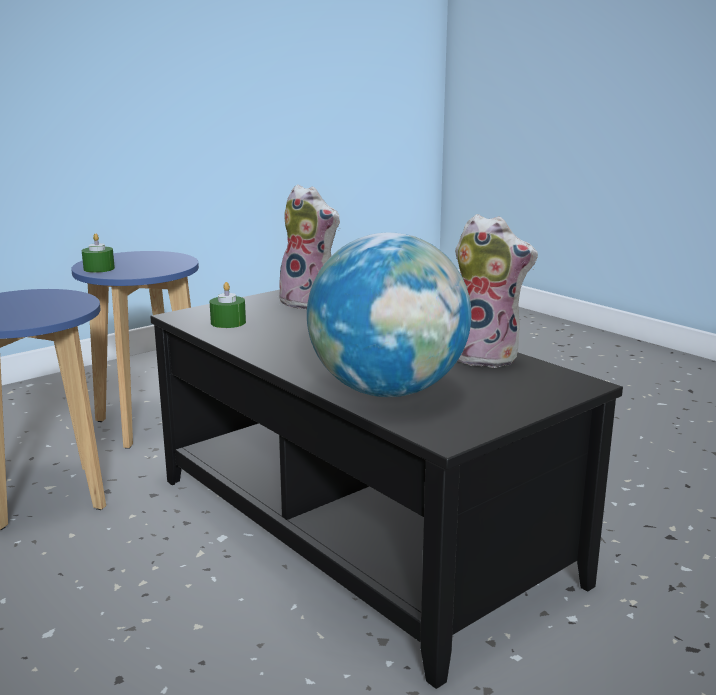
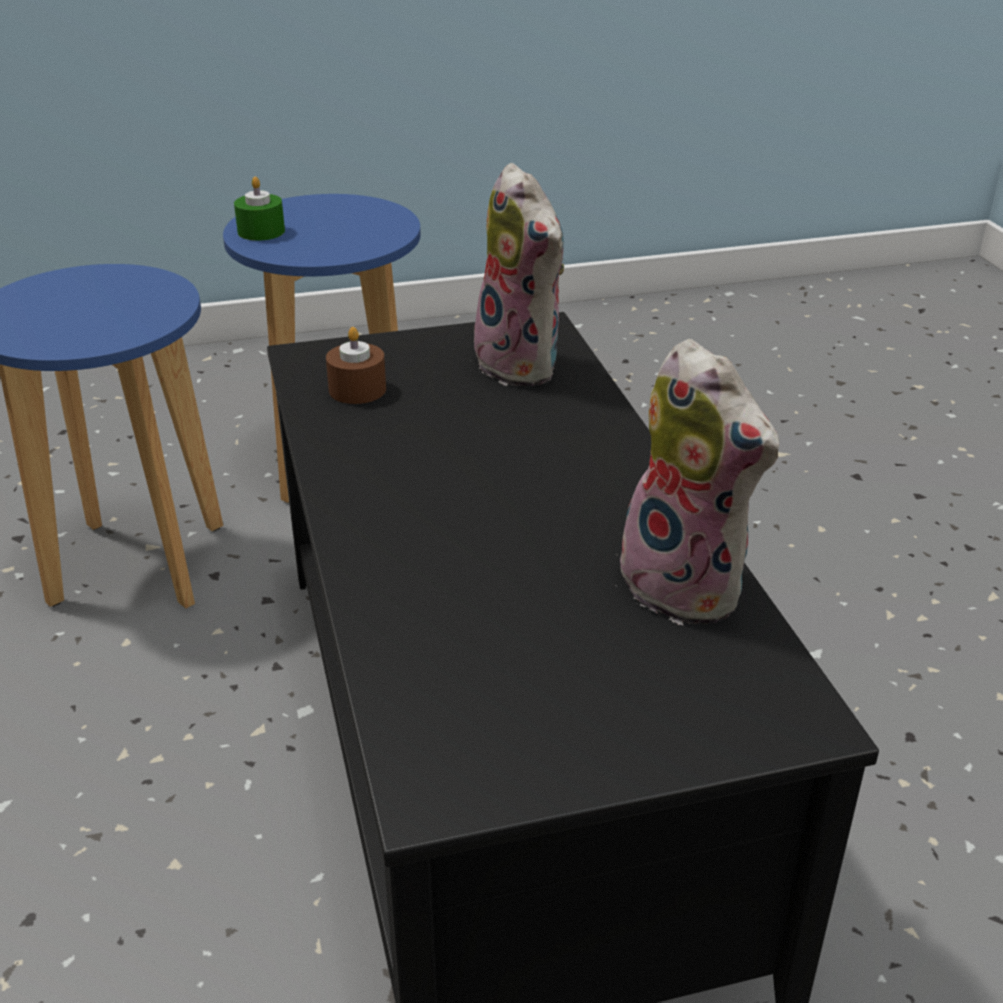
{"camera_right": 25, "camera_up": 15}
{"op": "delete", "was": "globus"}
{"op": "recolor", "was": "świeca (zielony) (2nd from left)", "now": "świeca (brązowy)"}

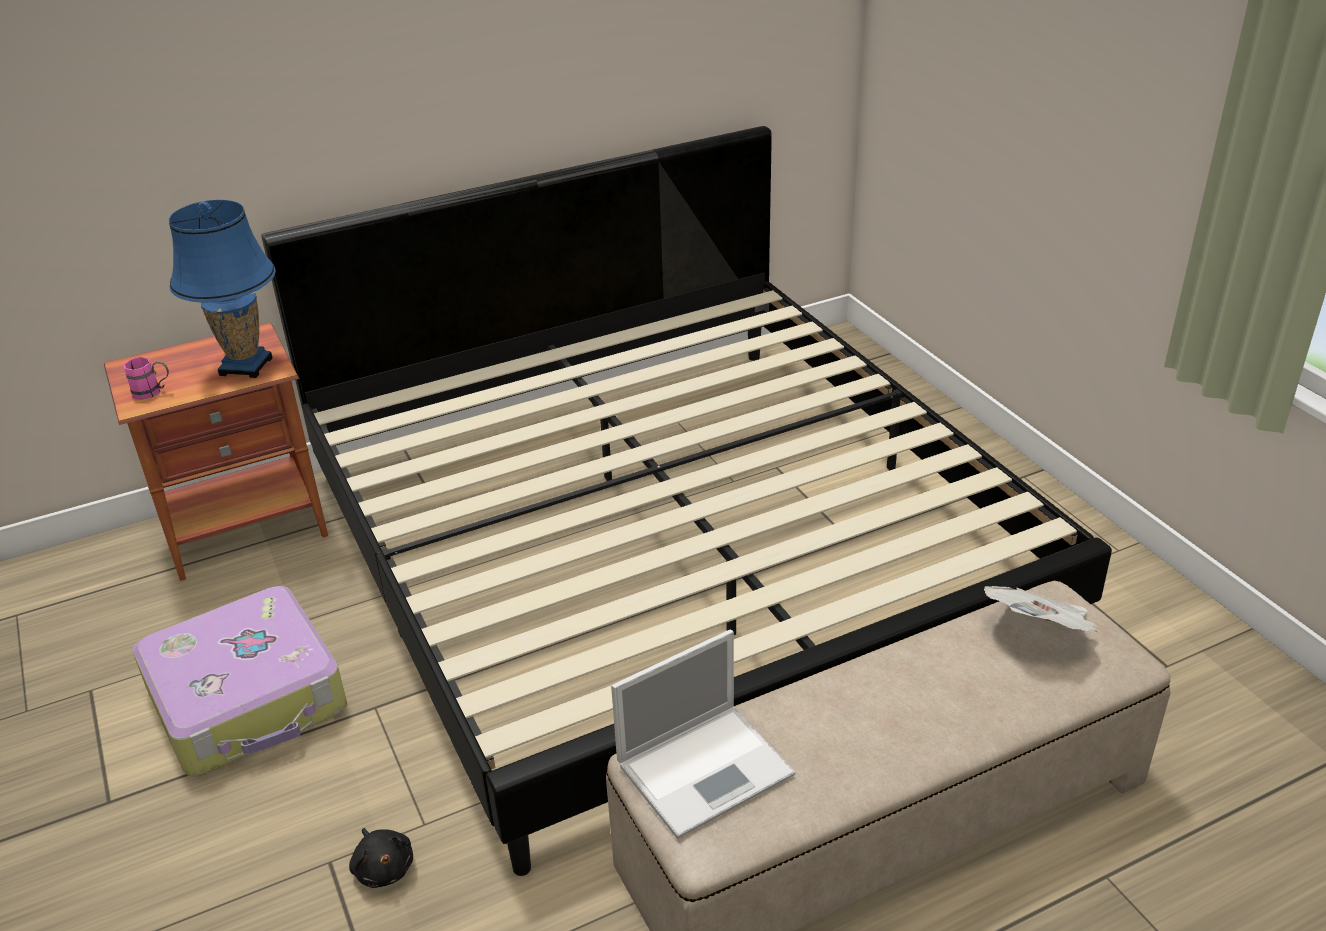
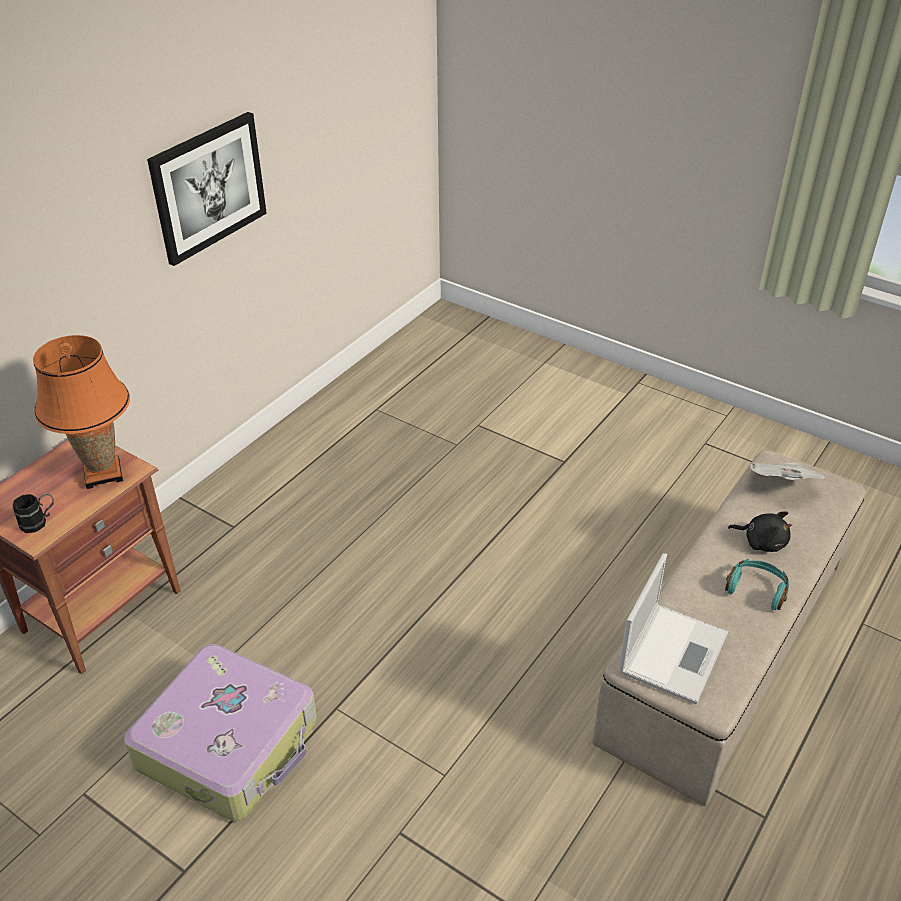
{"camera_right": -30, "camera_up": 5}
{"op": "delete", "was": "łóżko"}
{"op": "insert", "now": "obraz"}
{"op": "insert", "now": "słuchawki (turkusowy)"}
{"op": "move", "was": "pluszak (czarny)"}
{"op": "recolor", "was": "kubek (różowy)", "now": "kubek (czarny)"}
{"op": "recolor", "was": "lampa stołowa (niebieski)", "now": "lampa stołowa (pomarańczowy)"}

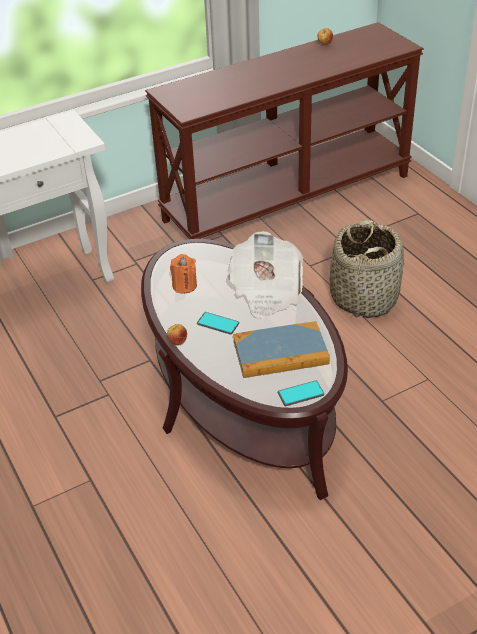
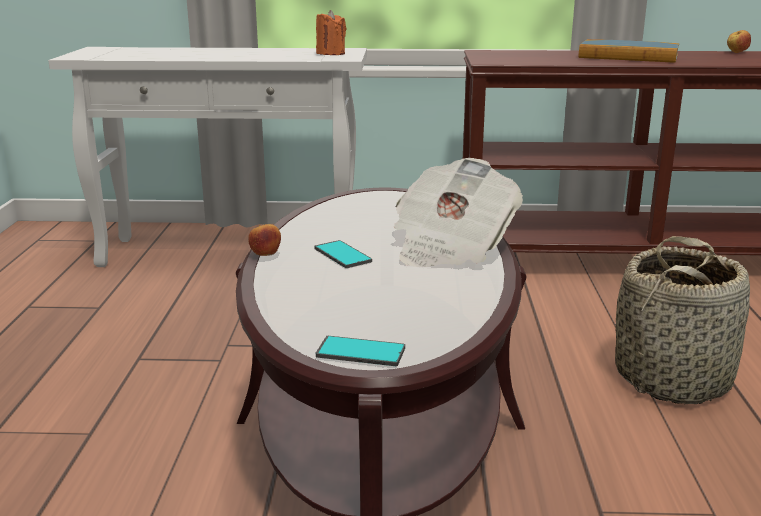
{"camera_right": 30, "camera_up": -20}
{"op": "move", "was": "świeca (pomarańczowy)"}
{"op": "move", "was": "książka"}

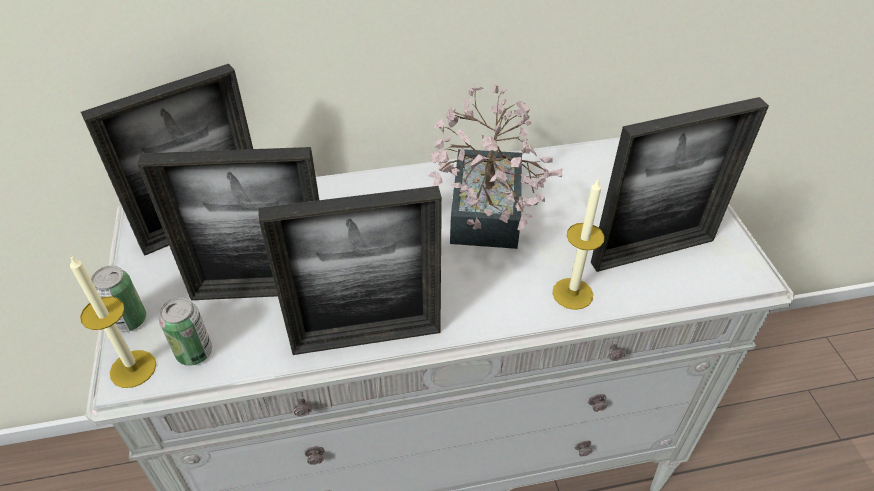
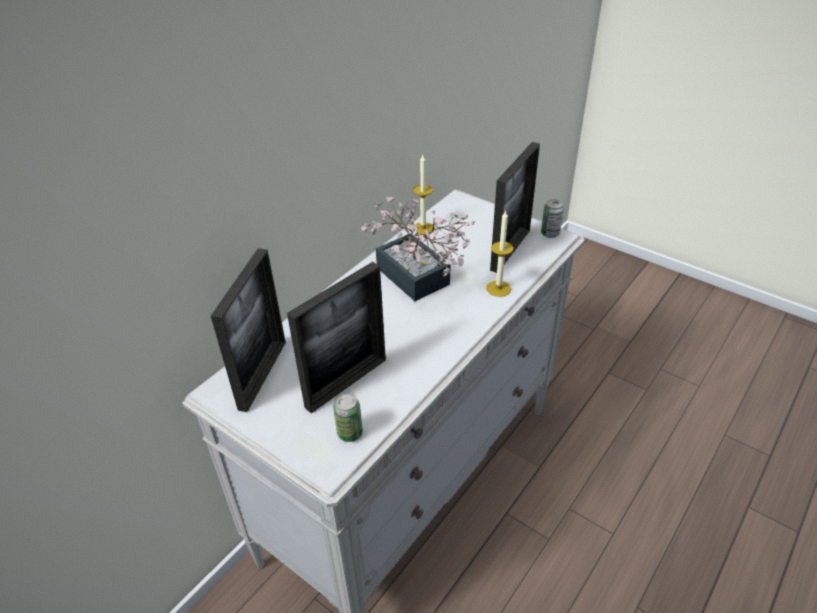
{"camera_right": -40, "camera_up": -5}
{"op": "delete", "was": "ramka na zdjęcie (3rd from left)"}
{"op": "move", "was": "świeca (1st from left)"}
{"op": "move", "was": "puszka (1st from left in the first image)", "now": "puszka (2nd from left)"}

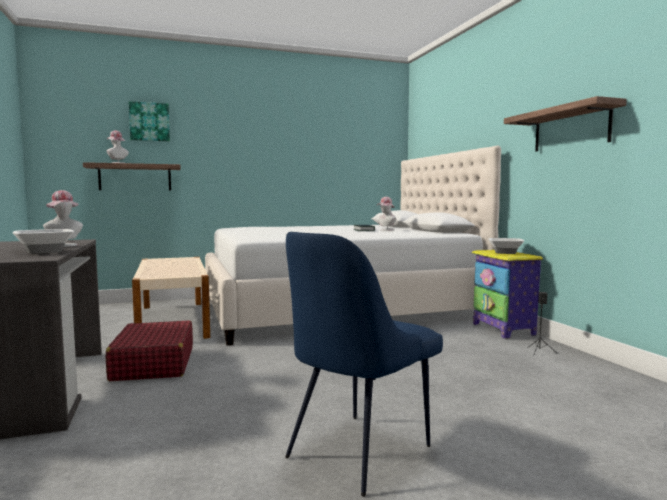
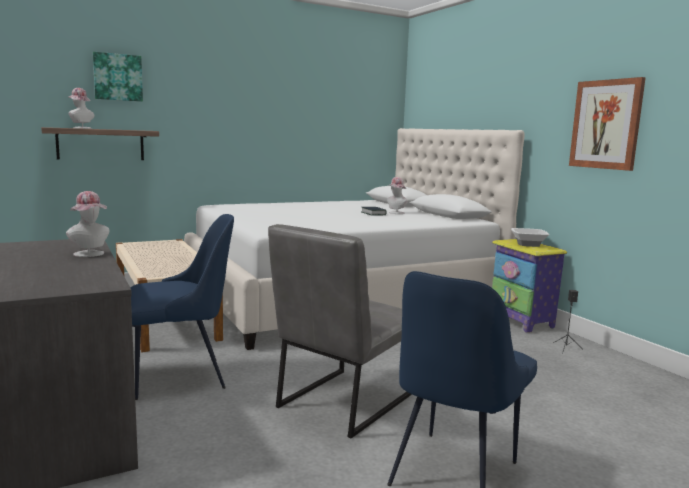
{"camera_right": -10, "camera_up": 5}
{"op": "delete", "was": "miska (1st from left)"}
{"op": "insert", "now": "krzesło (szary)"}
{"op": "replace", "was": "walizka (czerwony)", "now": "krzesło (niebieski) (1st from left)"}
{"op": "replace", "was": "półka (2nd from left)", "now": "obraz (2nd from left)"}

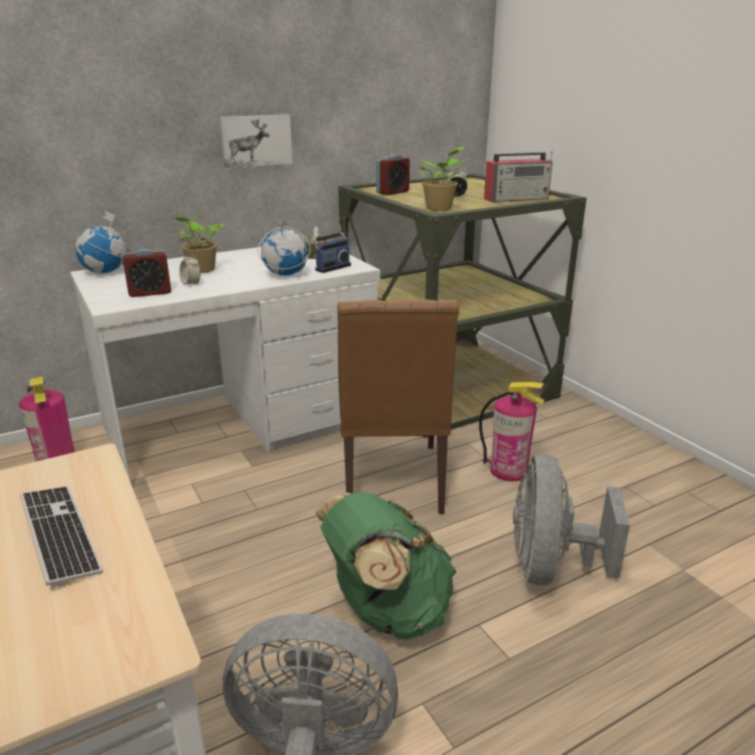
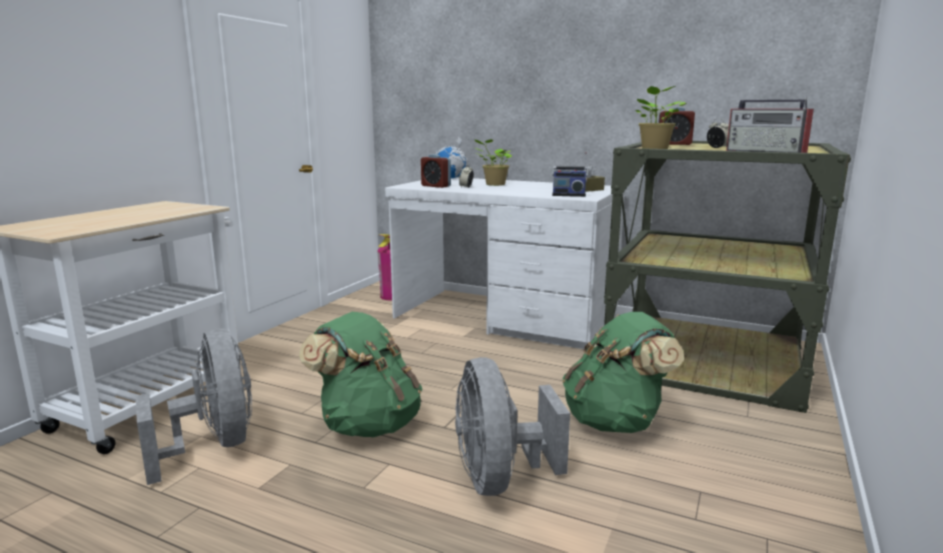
{"camera_right": 55, "camera_up": -10}
{"op": "delete", "was": "klawiatura"}
{"op": "delete", "was": "obraz"}
{"op": "delete", "was": "globus (2nd from left)"}
{"op": "delete", "was": "krzesło (brązowy)"}
{"op": "replace", "was": "gaśnica (2nd from left)", "now": "plecak (zielony) (2nd from left)"}
{"op": "rotate", "was": "wentylator (szary) (2nd from left)", "clockwise": -75}

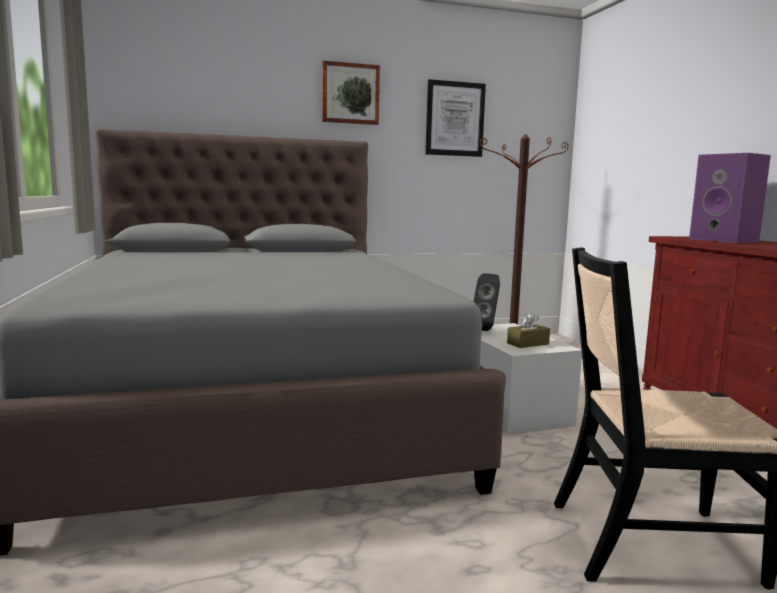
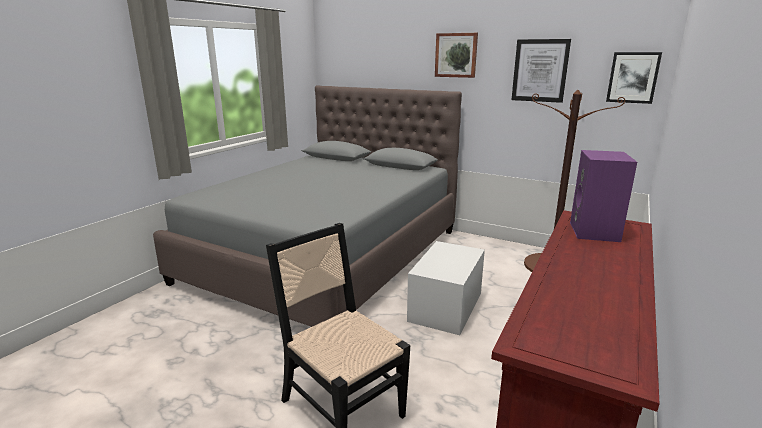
{"camera_right": 45, "camera_up": 10}
{"op": "delete", "was": "głośnik (czarny)"}
{"op": "delete", "was": "pudełko chusteczek (brązowy)"}
{"op": "insert", "now": "obraz (3rd from left)"}

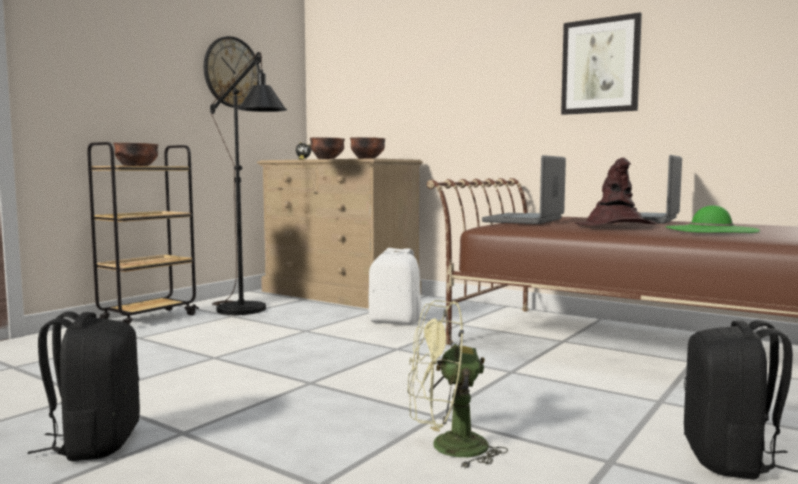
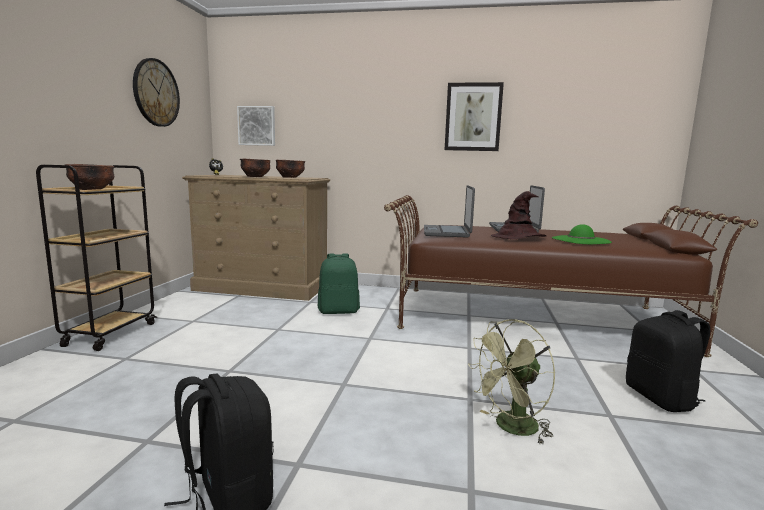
{"camera_right": -25, "camera_up": 5}
{"op": "delete", "was": "lampa stojąca (czarny)"}
{"op": "insert", "now": "obraz (1st from left)"}
{"op": "recolor", "was": "plecak (biały)", "now": "plecak (zielony)"}

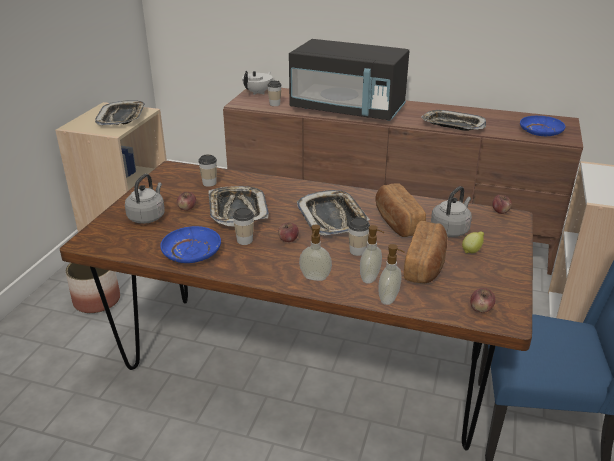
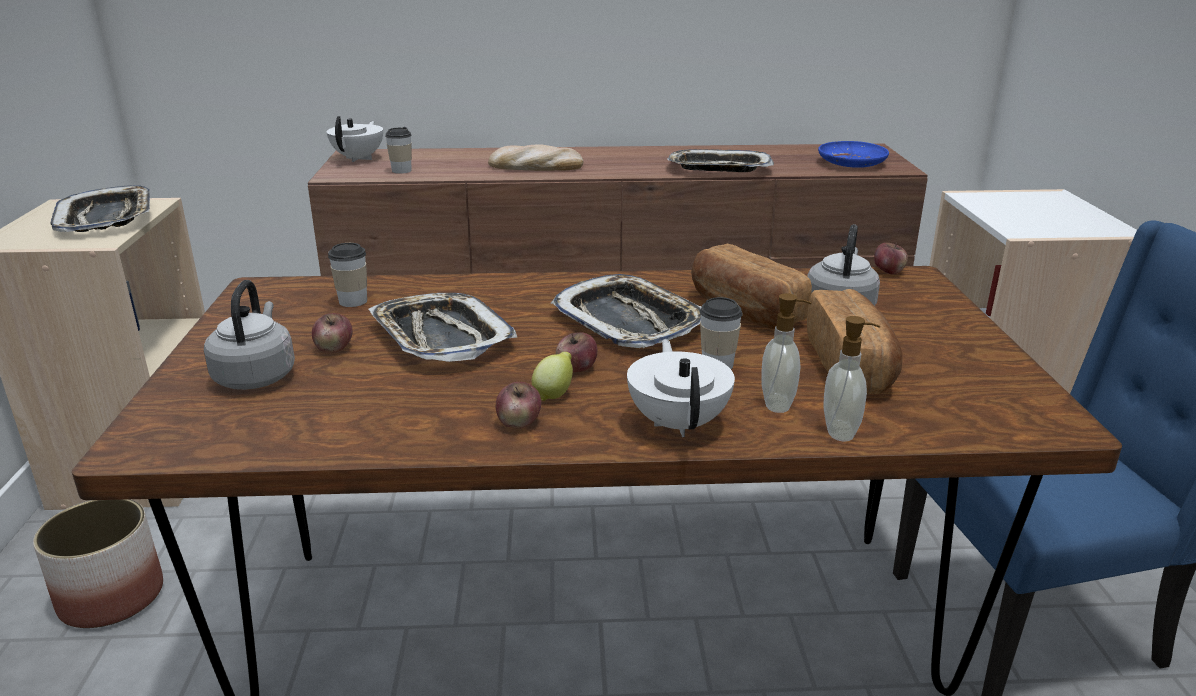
{"camera_right": -20, "camera_up": -5}
{"op": "delete", "was": "talerz (niebieski) (1st from left)"}
{"op": "delete", "was": "filiżanka (2nd from left)"}
{"op": "move", "was": "cytryna"}
{"op": "move", "was": "jabłko (3rd from left in the first image)", "now": "jabłko (2nd from left)"}
{"op": "replace", "was": "mikrofalówka (czarny)", "now": "chleb (1st from left)"}
{"op": "replace", "was": "dozownik mydła (1st from left)", "now": "imbryk (biały) (2nd from left)"}

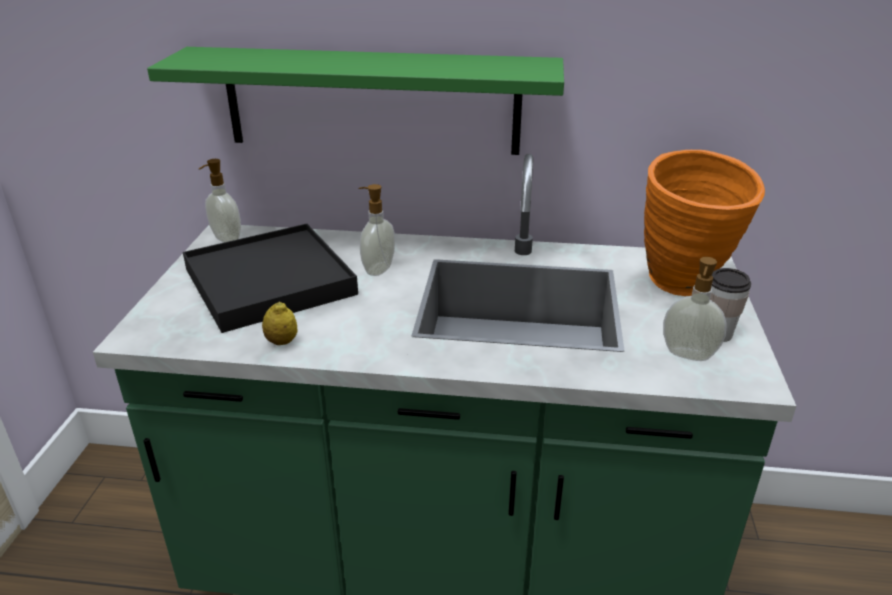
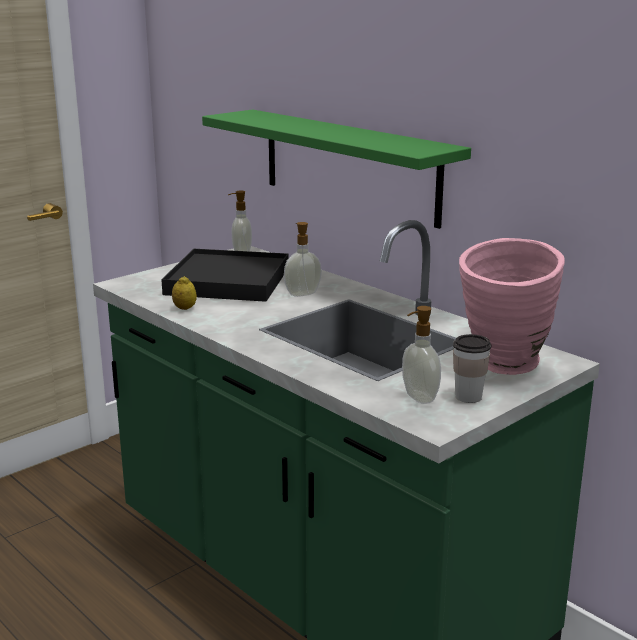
{"camera_right": 40, "camera_up": -10}
{"op": "recolor", "was": "wazon (pomarańczowy)", "now": "wazon (różowy)"}

